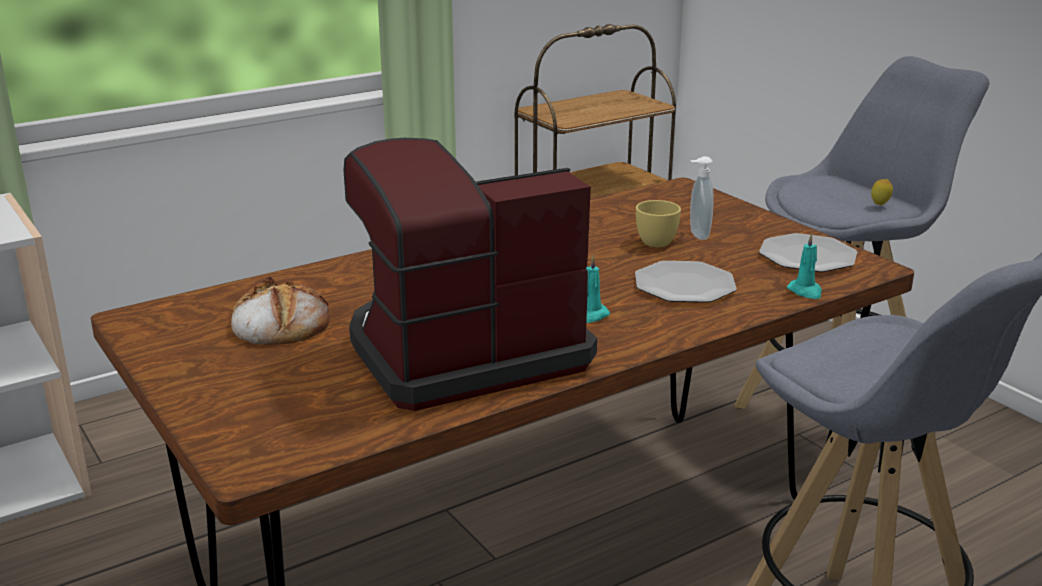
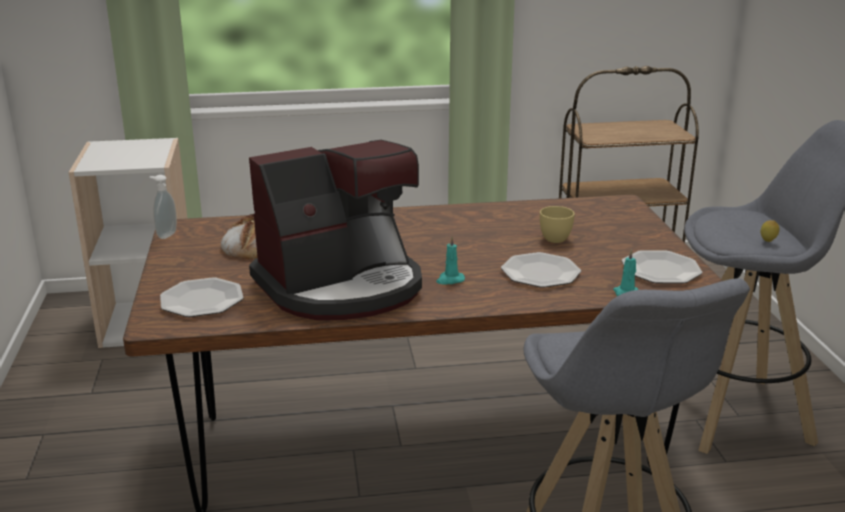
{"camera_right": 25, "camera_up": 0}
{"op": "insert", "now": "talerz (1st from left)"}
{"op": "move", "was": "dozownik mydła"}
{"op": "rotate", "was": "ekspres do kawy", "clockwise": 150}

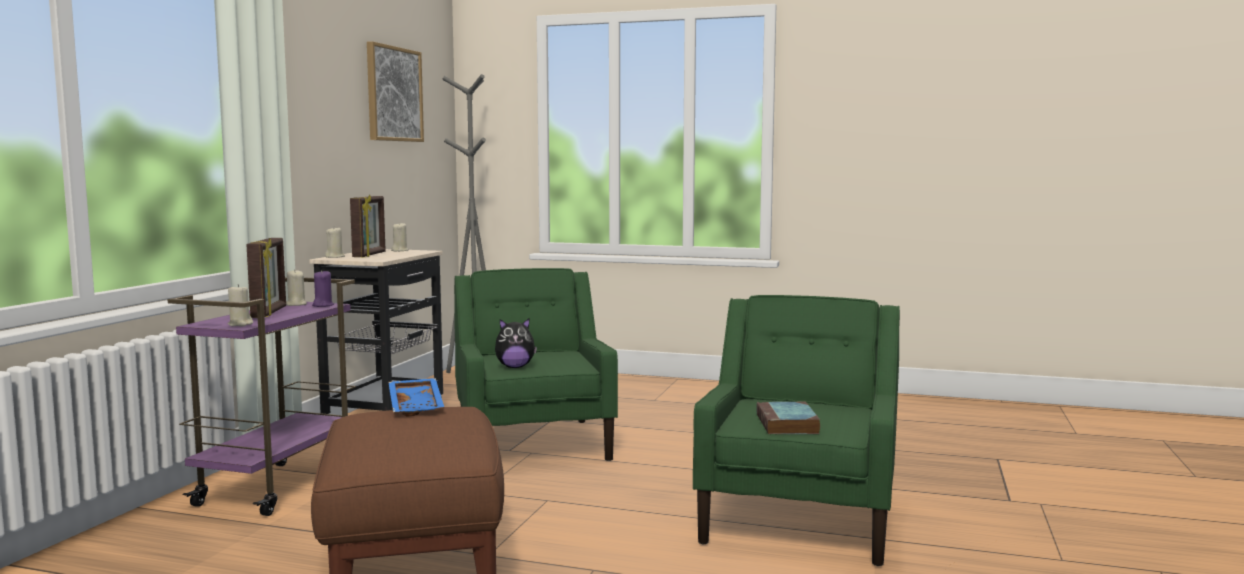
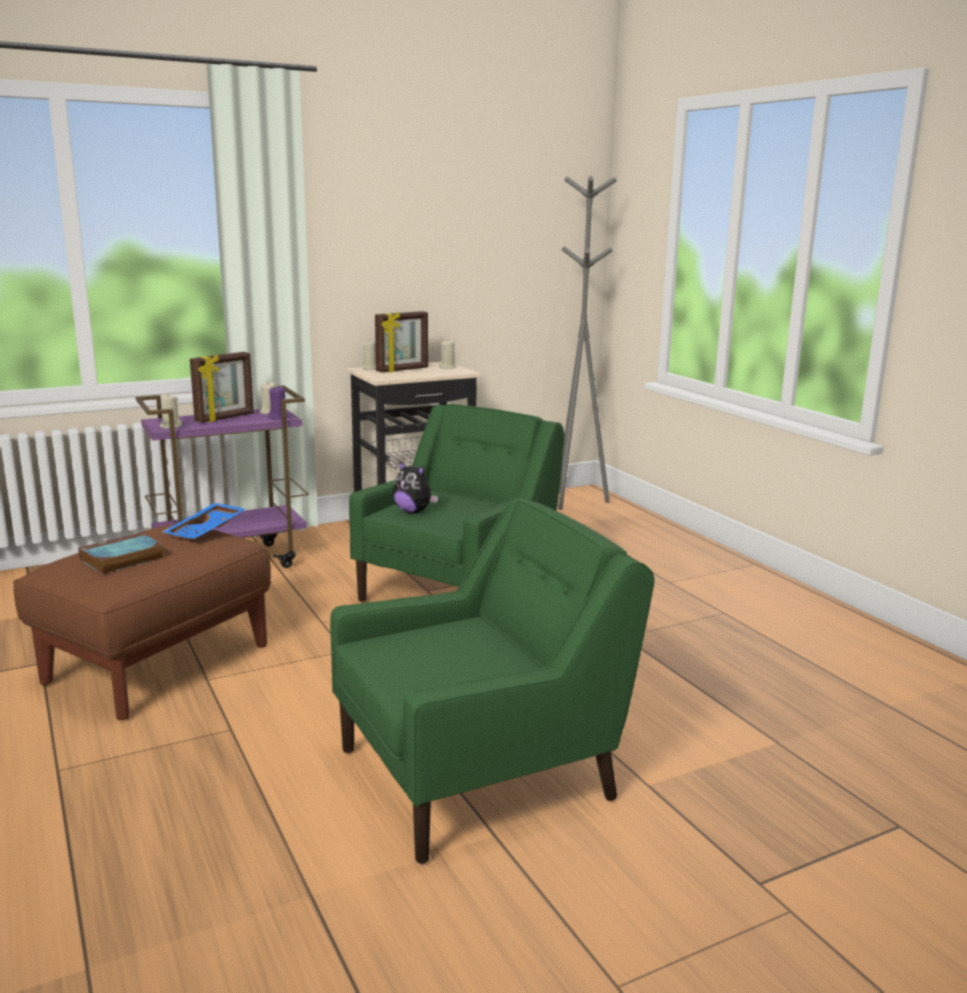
{"camera_right": 45, "camera_up": 10}
{"op": "delete", "was": "obraz"}
{"op": "move", "was": "książka"}

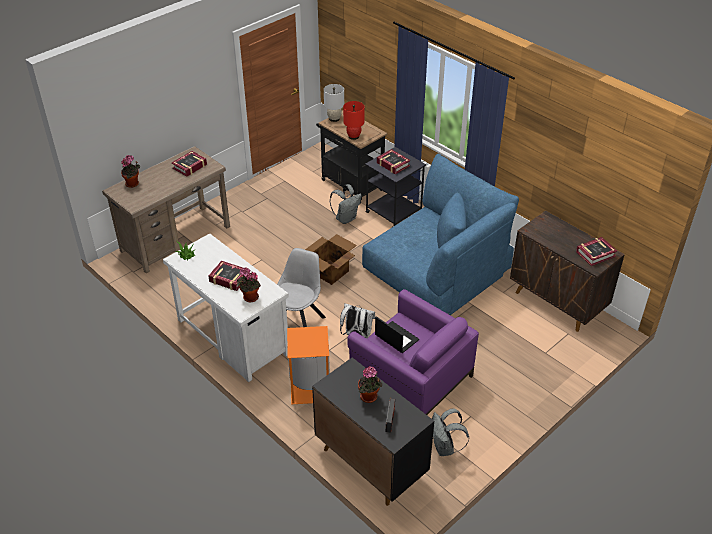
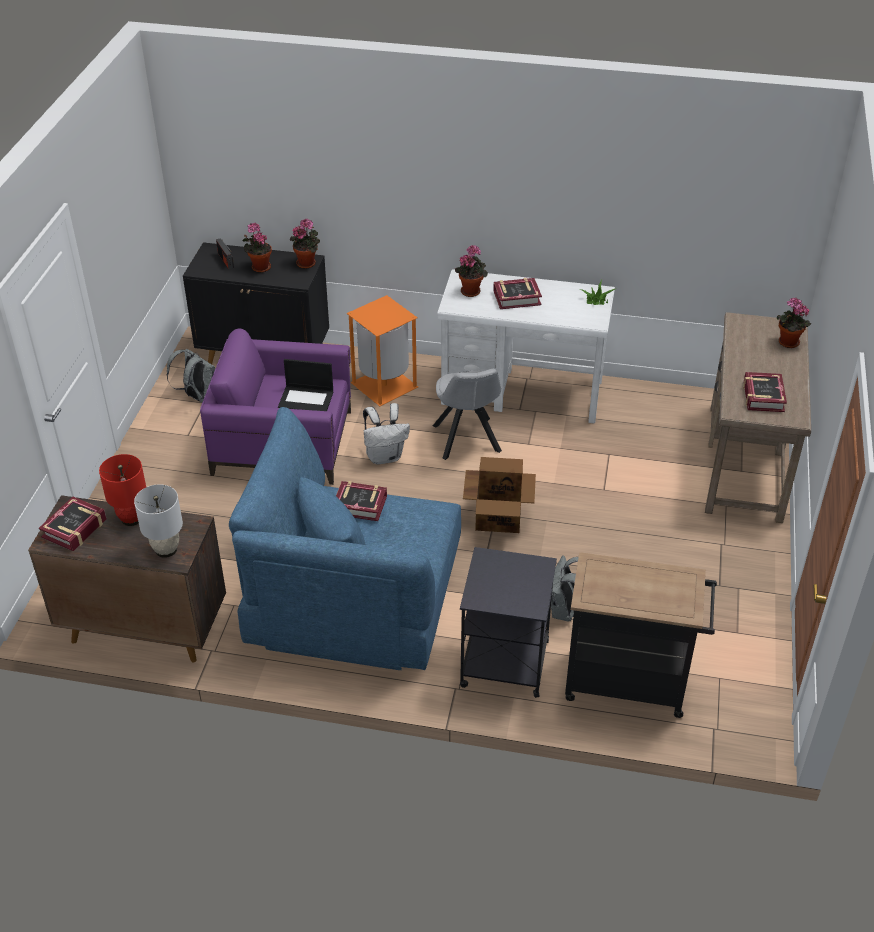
{"camera_right": 145, "camera_up": 0}
{"op": "insert", "now": "roślina doniczkowa (2nd from left)"}
{"op": "move", "was": "lampa stołowa (biały)"}
{"op": "move", "was": "lampa stołowa (czerwony)"}
{"op": "move", "was": "książka (3rd from left in the first image)", "now": "książka (2nd from left)"}

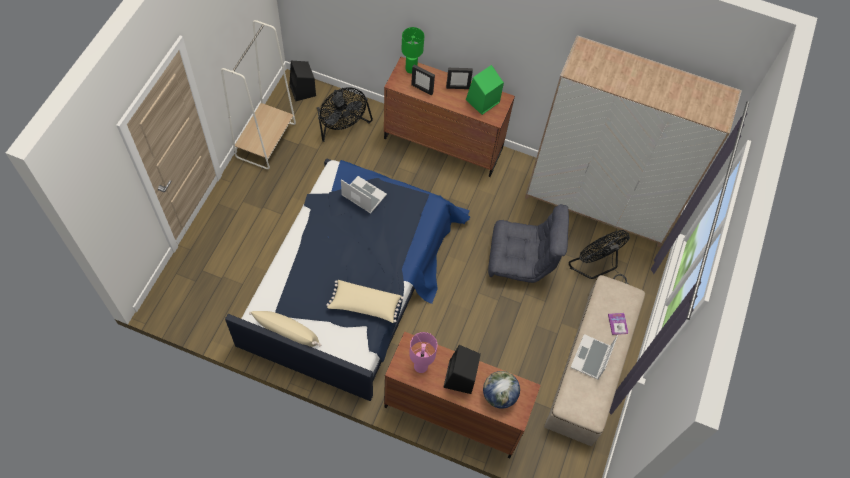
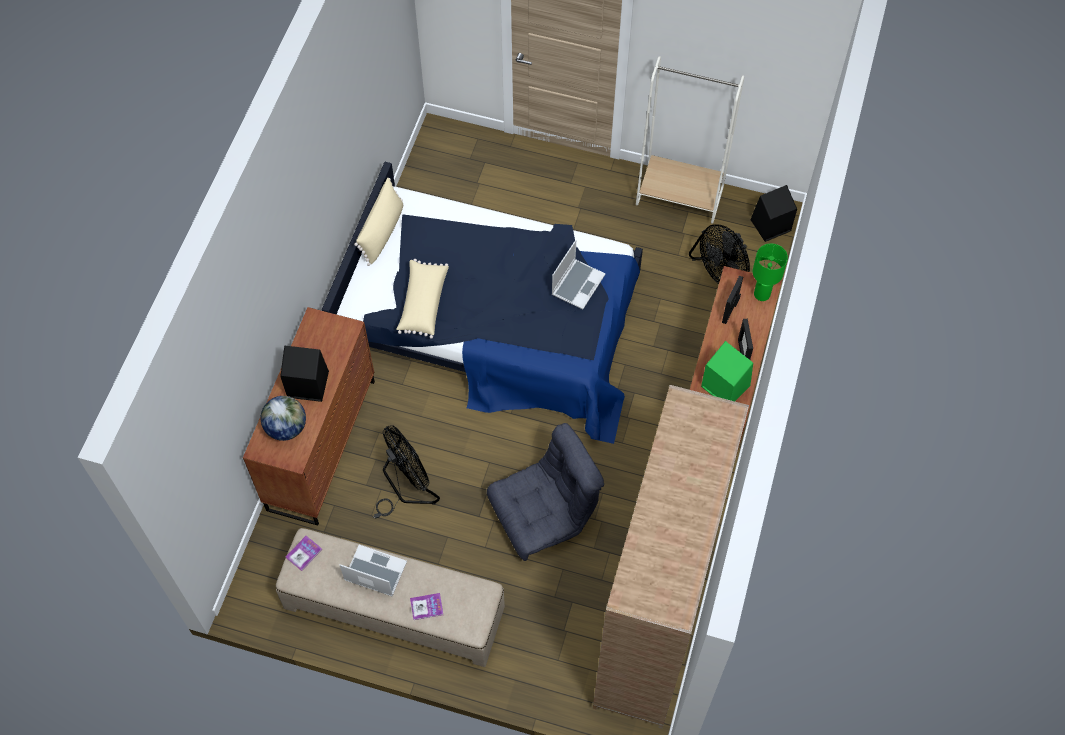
{"camera_right": 90, "camera_up": 0}
{"op": "delete", "was": "lampa stołowa (różowy)"}
{"op": "insert", "now": "książka (1st from left)"}
{"op": "move", "was": "wentylator (czarny) (2nd from left in the first image)", "now": "wentylator (czarny) (1st from left)"}
{"op": "rotate", "was": "fotel (szary)", "clockwise": -120}

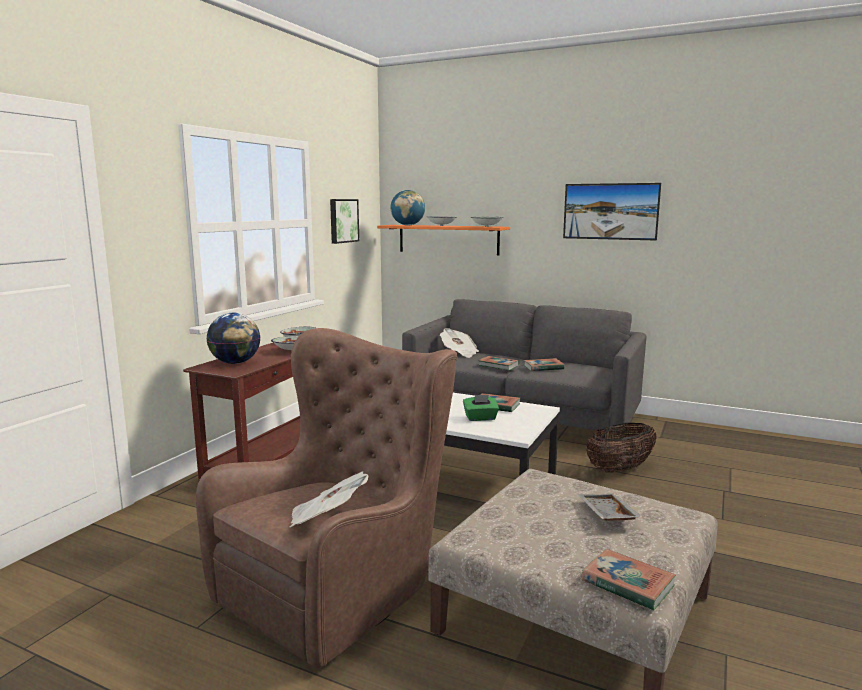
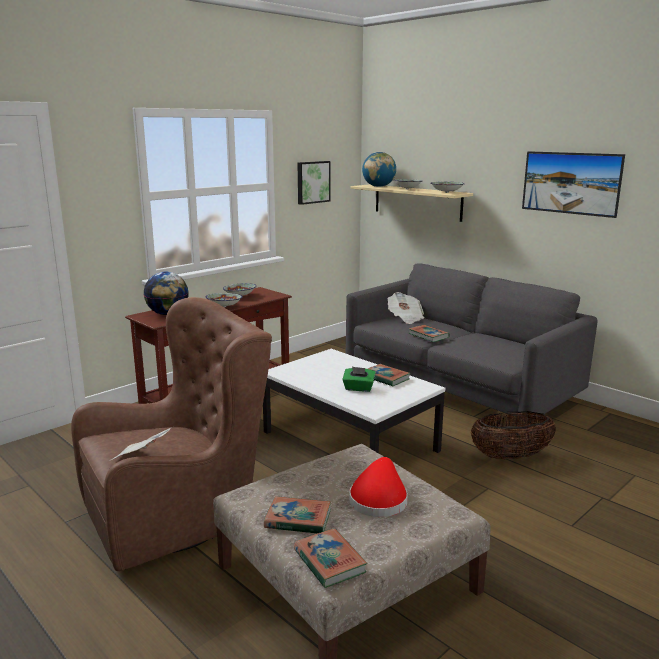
{"camera_right": 20, "camera_up": 5}
{"op": "move", "was": "książka (3rd from left in the first image)", "now": "książka (1st from left)"}
{"op": "replace", "was": "taca (szary)", "now": "kapelusz (czerwony)"}
{"op": "recolor", "was": "półka (pomarańczowy)", "now": "półka (beżowy)"}

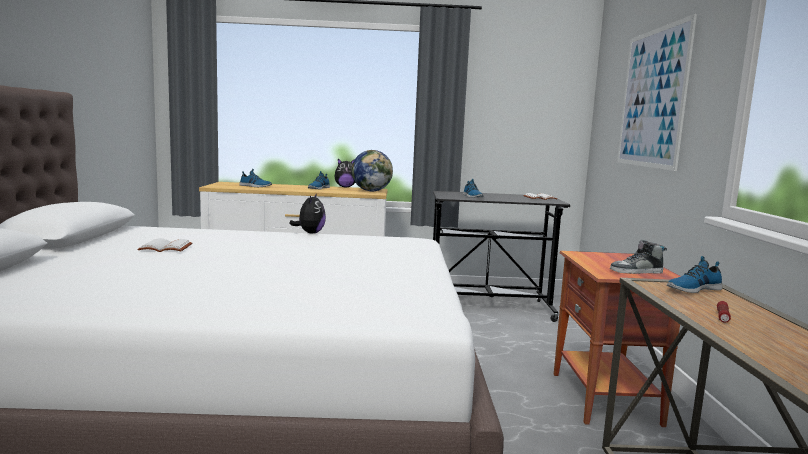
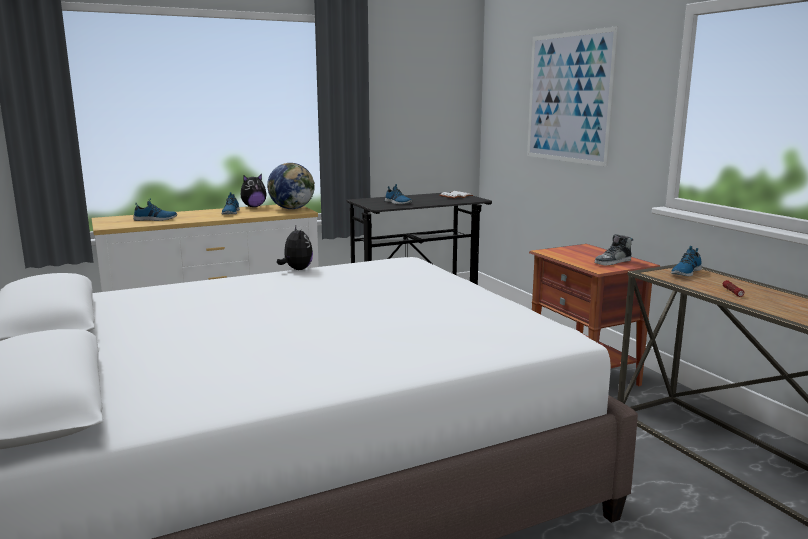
{"camera_right": -25, "camera_up": 5}
{"op": "delete", "was": "książka (biały) (1st from left)"}

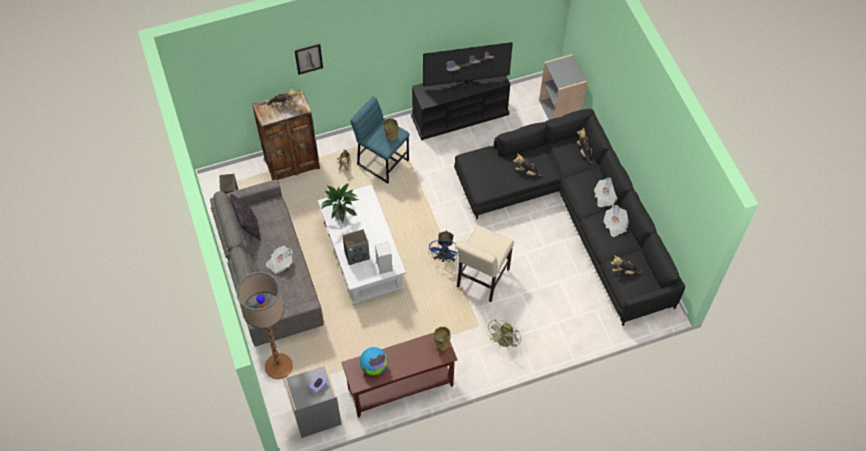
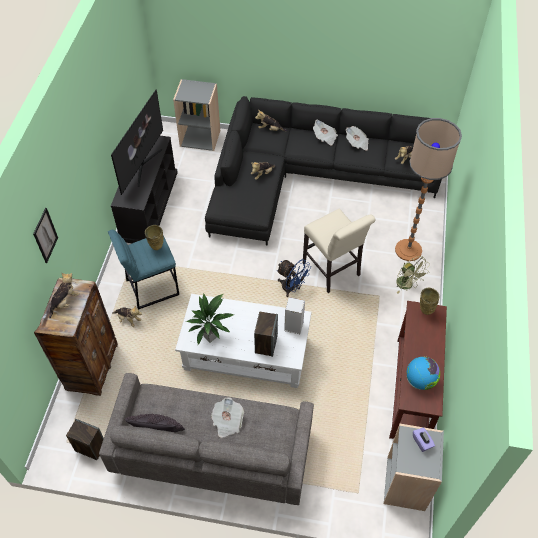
{"camera_right": -60, "camera_up": -5}
{"op": "move", "was": "lampa stojąca"}

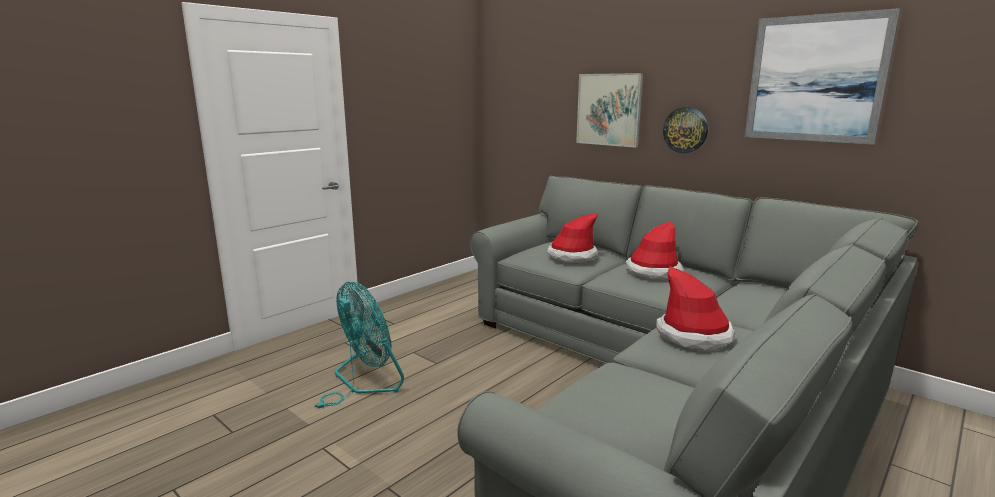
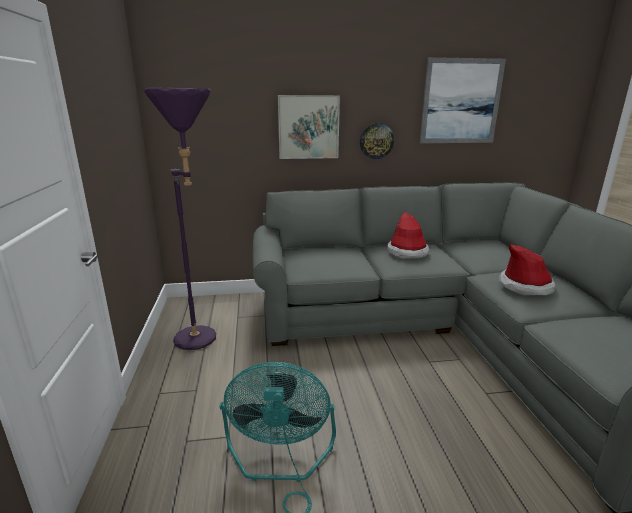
{"camera_right": -50, "camera_up": 5}
{"op": "delete", "was": "kapelusz (1st from left)"}
{"op": "insert", "now": "lampa stojąca (fioletowy)"}

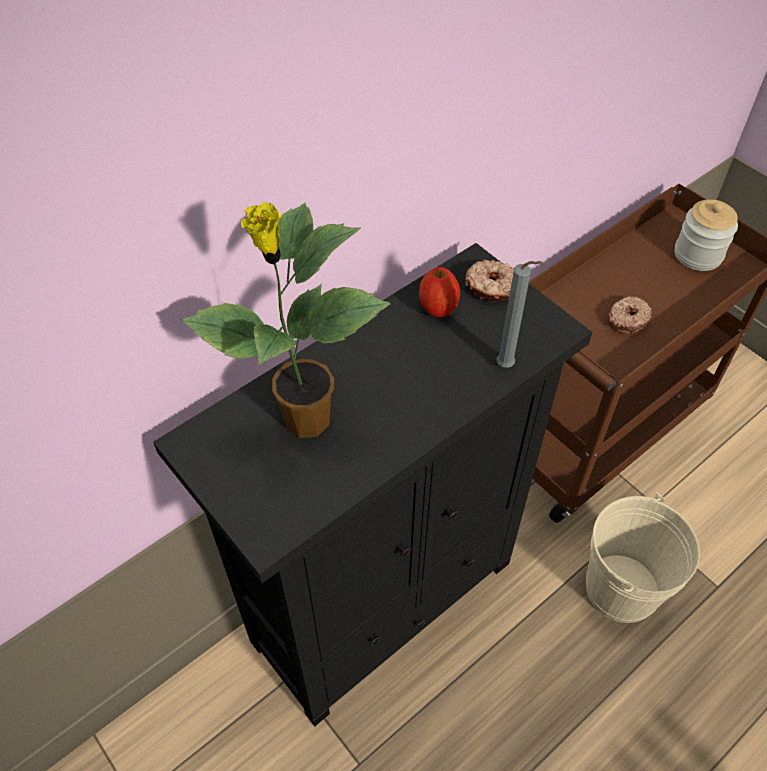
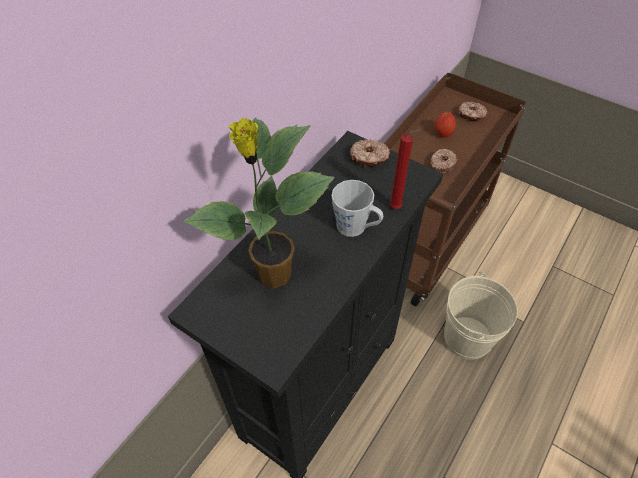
{"camera_right": -15, "camera_up": 0}
{"op": "insert", "now": "kubek (szary)"}
{"op": "move", "was": "jabłko"}
{"op": "replace", "was": "słoik", "now": "donut (3rd from left)"}
{"op": "recolor", "was": "świeca (szary)", "now": "świeca (czerwony)"}

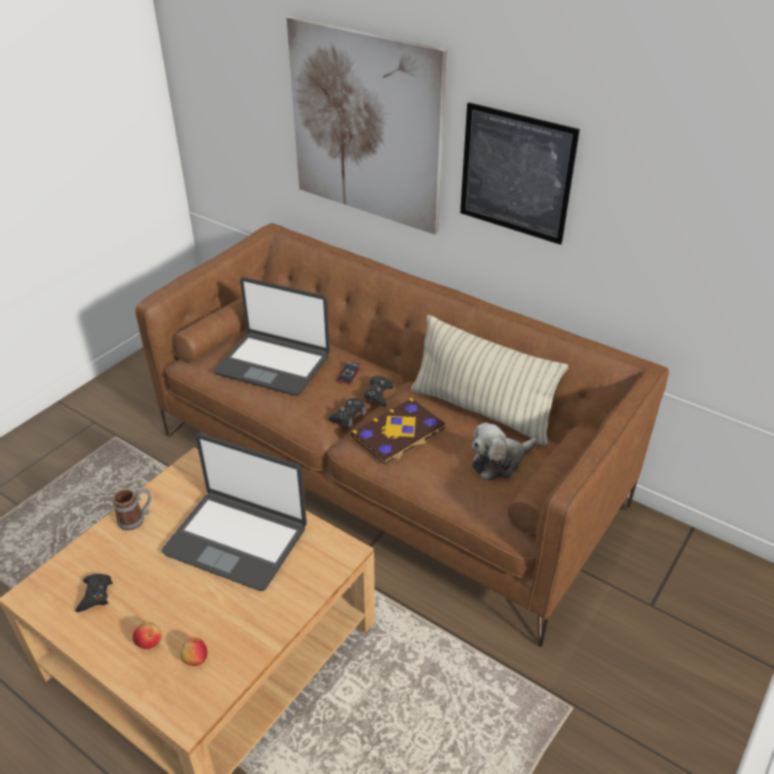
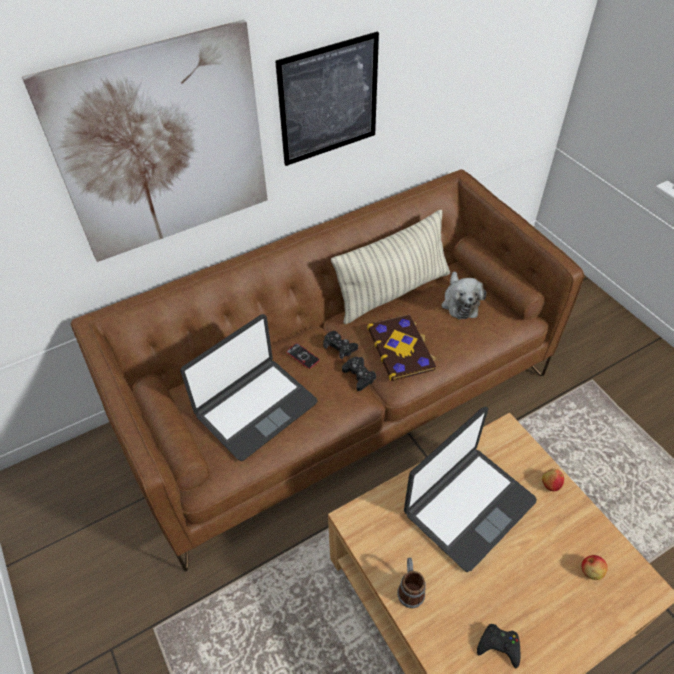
{"camera_right": -65, "camera_up": 10}
{"op": "move", "was": "jabłko (1st from left)"}

